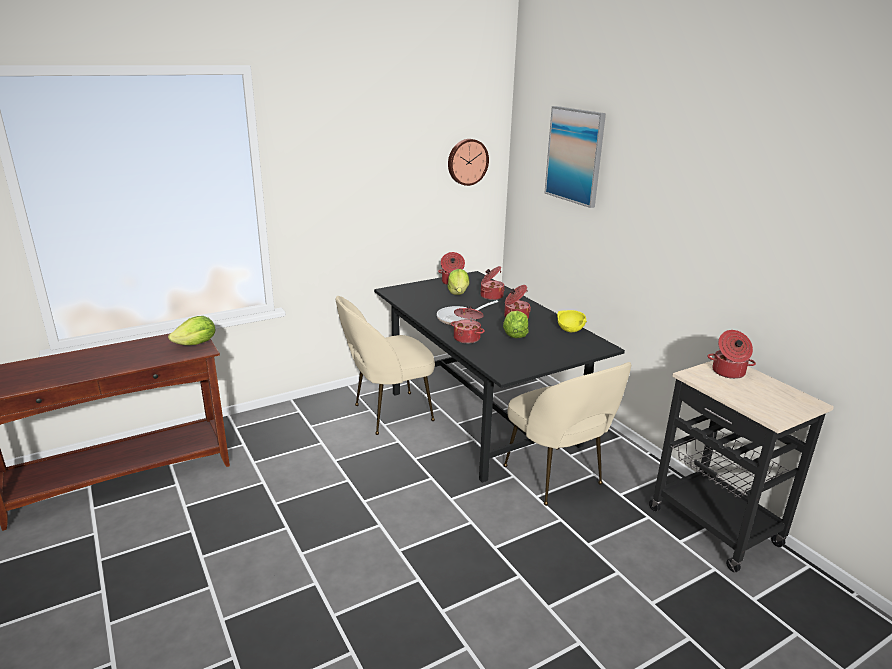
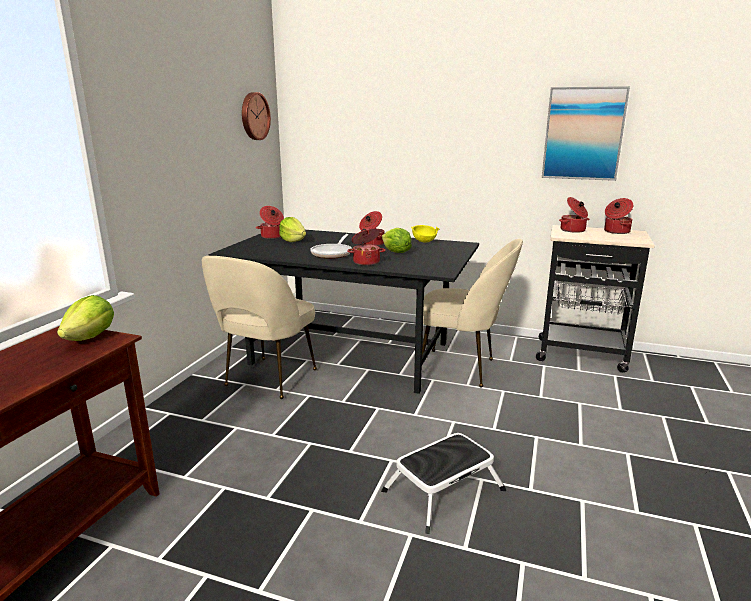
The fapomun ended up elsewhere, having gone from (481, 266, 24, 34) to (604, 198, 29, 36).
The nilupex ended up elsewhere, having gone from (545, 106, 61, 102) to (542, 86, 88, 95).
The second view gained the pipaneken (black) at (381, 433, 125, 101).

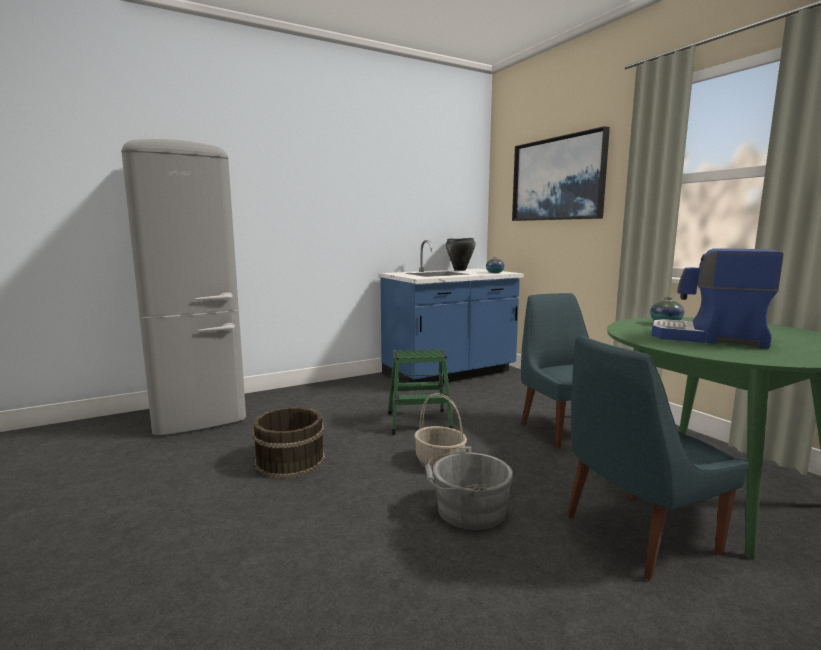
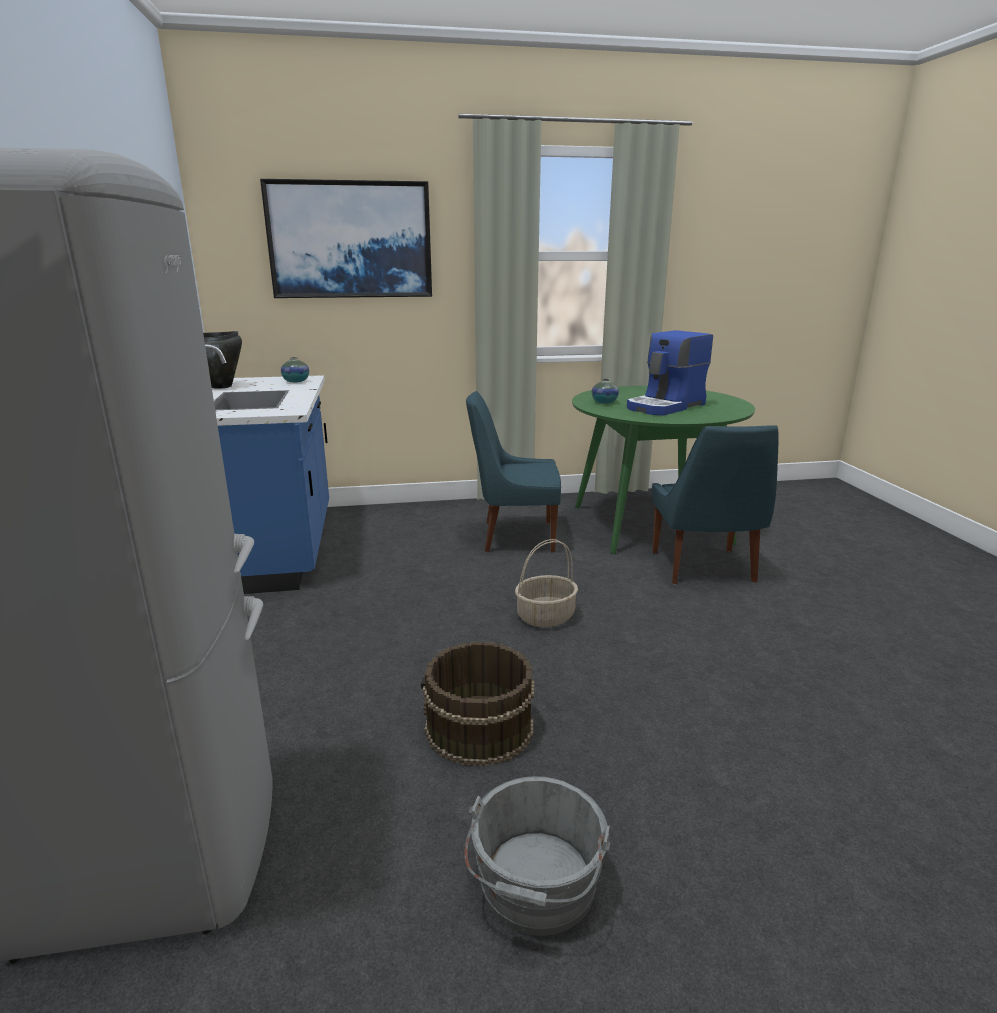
The second view lost the pipaneken (green) at (388, 349, 66, 86).
The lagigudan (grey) ended up elsewhere, having gone from (425, 446, 88, 84) to (464, 776, 146, 160).

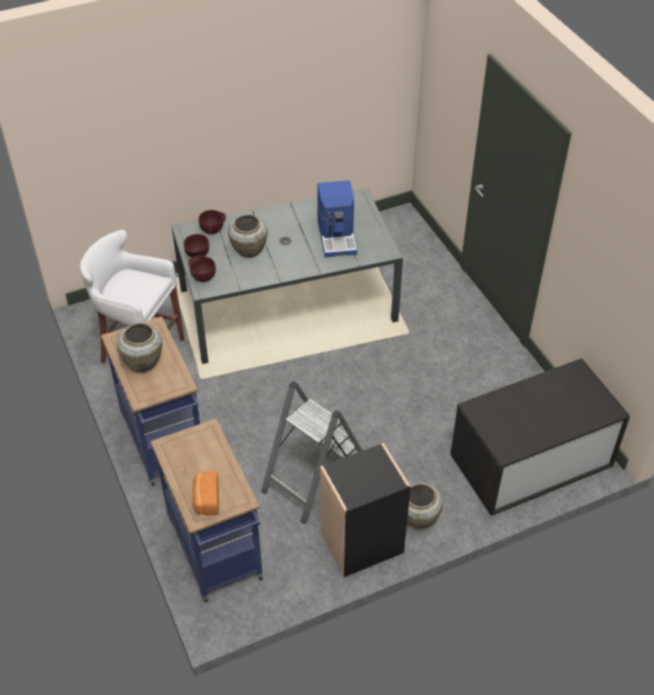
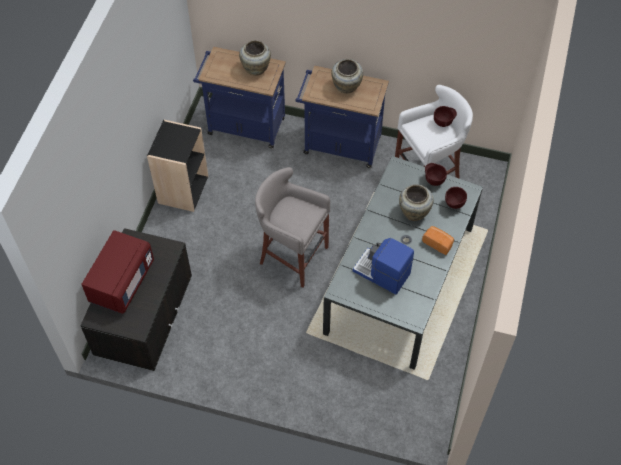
The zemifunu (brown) ended up elsewhere, having gone from (188, 256, 28, 26) to (434, 106, 23, 21).
The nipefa ended up elsewhere, having gone from (193, 471, 26, 44) to (422, 226, 32, 29).
The second view lost the pipaneken (grey) at (261, 381, 102, 143).
The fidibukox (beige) ended up elsewhere, having gone from (407, 482, 36, 47) to (239, 40, 32, 36).
The second view gained the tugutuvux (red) at (81, 230, 73, 84).
The second view gained the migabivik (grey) at (255, 167, 75, 120).

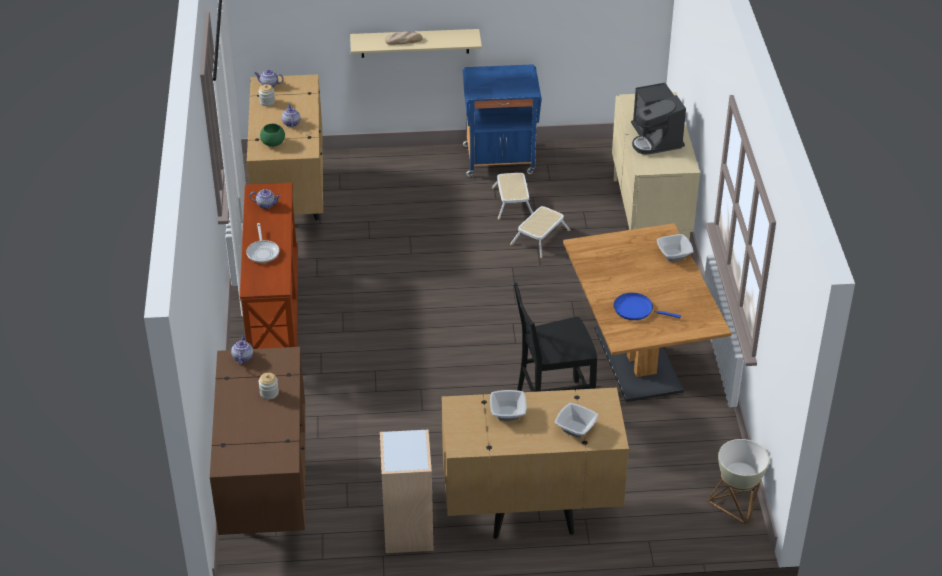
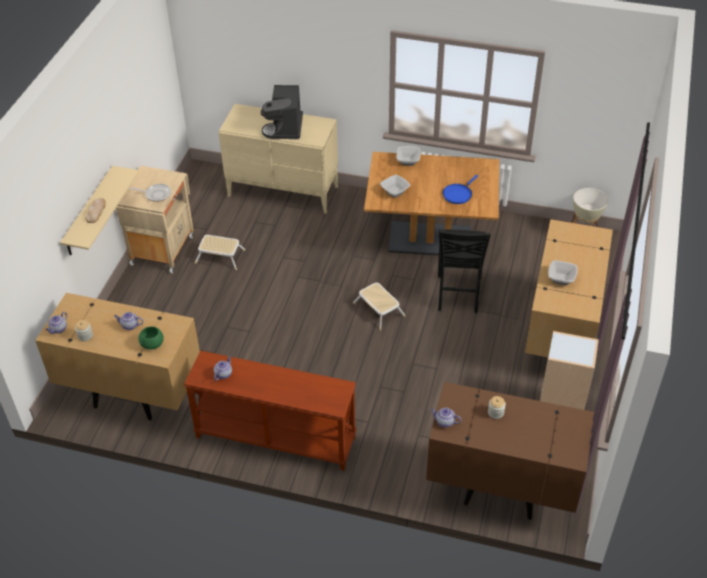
The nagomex ended up elsewhere, having gone from (246, 223, 33, 40) to (129, 184, 42, 18).
What was the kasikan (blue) at (463, 64, 79, 113) turned into the kasikan (beige) at (116, 166, 78, 107).
The pipaneken (beige) ended up elsewhere, having gone from (510, 206, 61, 52) to (353, 283, 53, 47).
The zemifunu ended up elsewhere, having gone from (555, 403, 43, 35) to (380, 175, 31, 23).
The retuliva at (631, 83, 55, 72) ended up facing another way, 90 degrees clockwise from before.

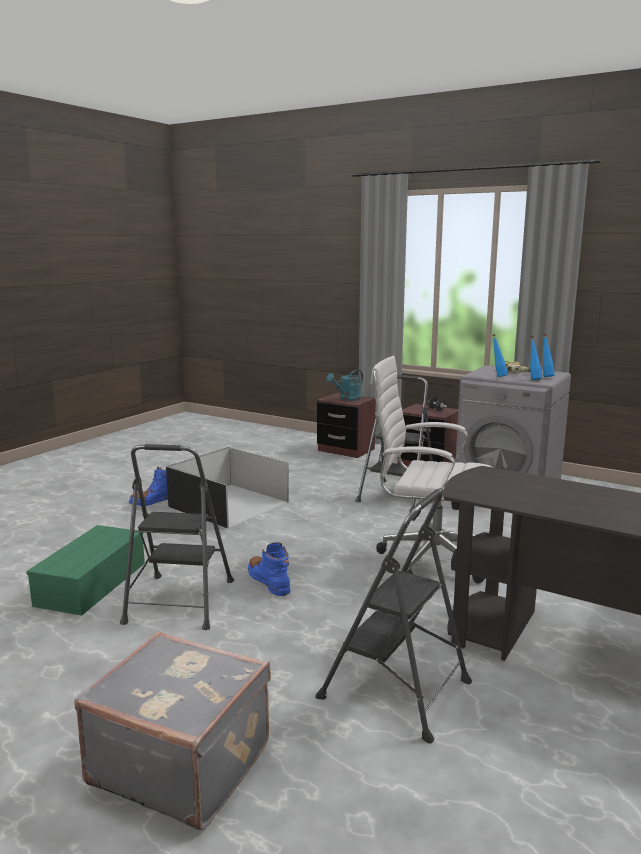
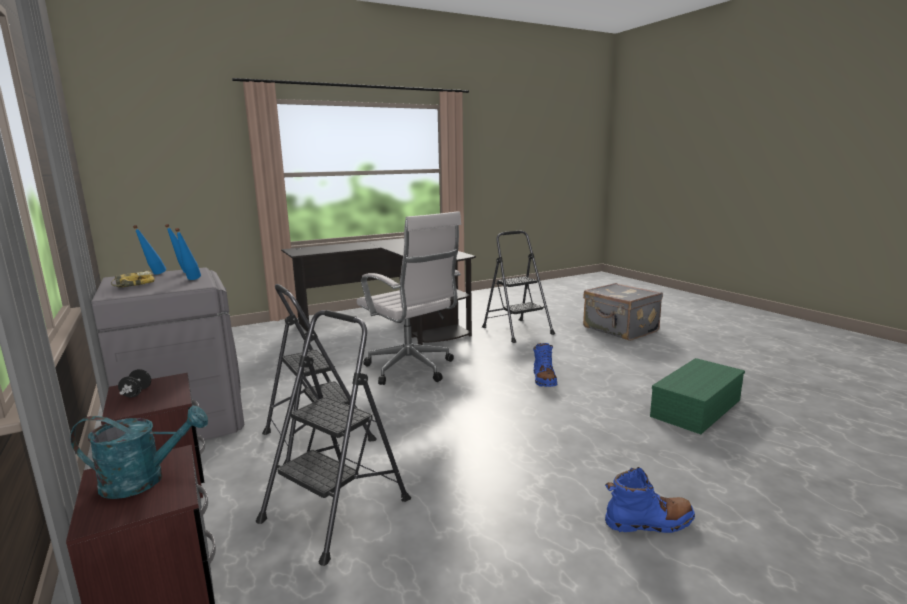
The pipaneken (black) ended up elsewhere, having gone from (120, 444, 114, 186) to (256, 310, 155, 256).
The second view lost the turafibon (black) at (166, 447, 123, 81).

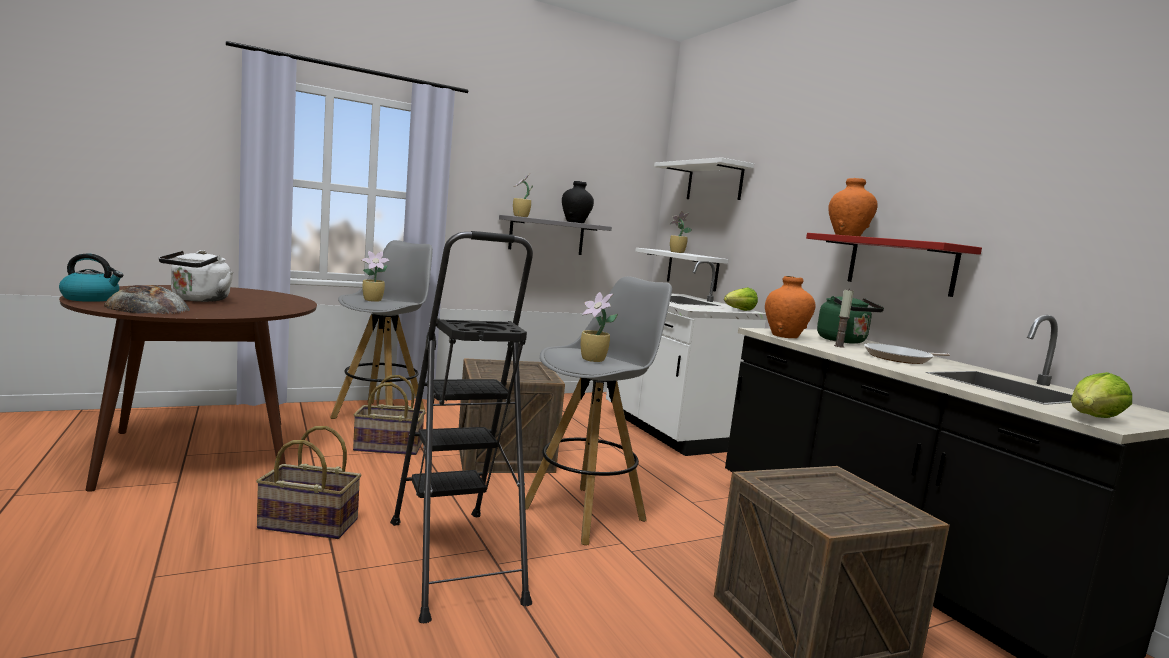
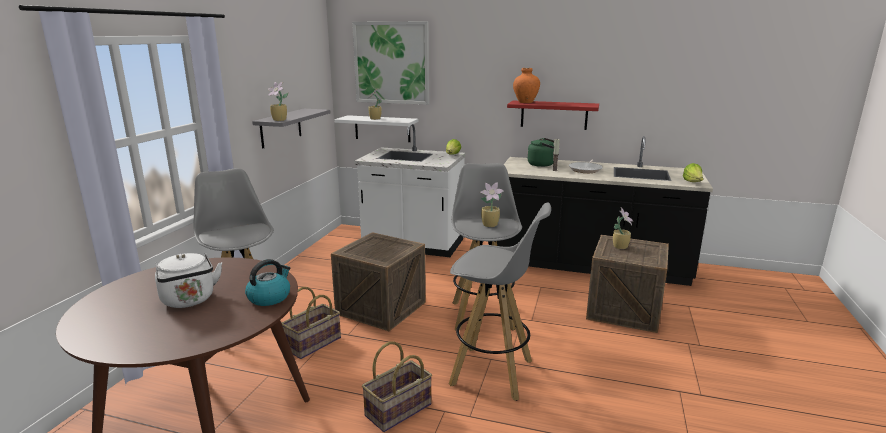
The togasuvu ended up elsewhere, having gone from (59, 254, 65, 48) to (245, 259, 46, 47).
The second view lost the nipefa at (104, 285, 86, 29).
The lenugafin ended up elsewhere, having gone from (362, 251, 28, 51) to (613, 207, 20, 42).
Where the pipaneken stood at (390, 231, 143, 392), the migabivik (grey) came to stand at (449, 202, 102, 199).
The second view lost the fidibukox (black) at (562, 181, 32, 42).
Where the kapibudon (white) hung at (654, 157, 100, 43), the nilupex came to hang at (352, 21, 77, 84).
The second view lost the fidibukox (orange) at (765, 276, 51, 62).

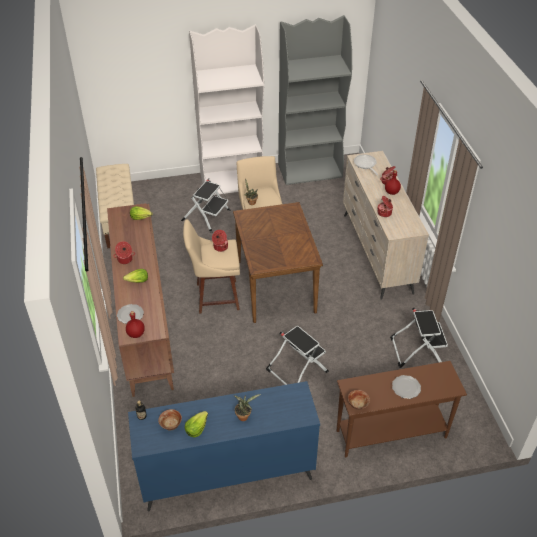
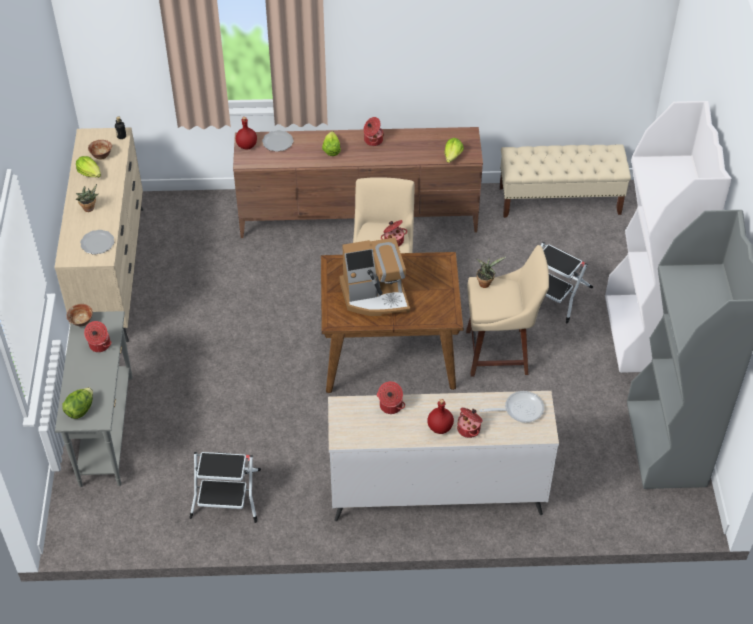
What was the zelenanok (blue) at (128, 381, 192, 130) turned into the zelenanok (beige) at (54, 127, 89, 215).
The second view lost the pipaneken at (266, 326, 63, 59).
What was the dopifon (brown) at (337, 361, 130, 96) turned into the dopifon (grey) at (55, 311, 78, 176).
The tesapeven ended up elsewhere, having gone from (392, 375, 29, 24) to (80, 230, 34, 25).
The second view gained the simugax at (62, 387, 31, 32).
The second view gained the fapomun at (84, 321, 27, 31).
The second view gained the retuliva at (340, 237, 70, 79).

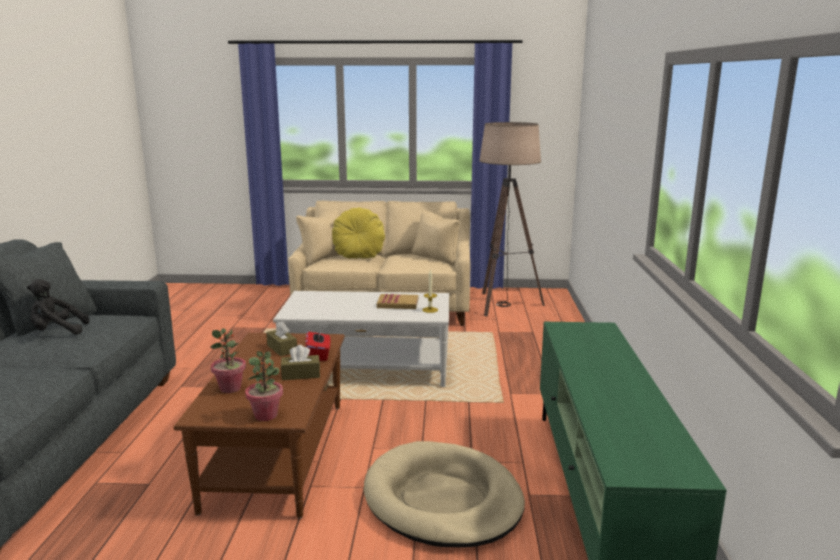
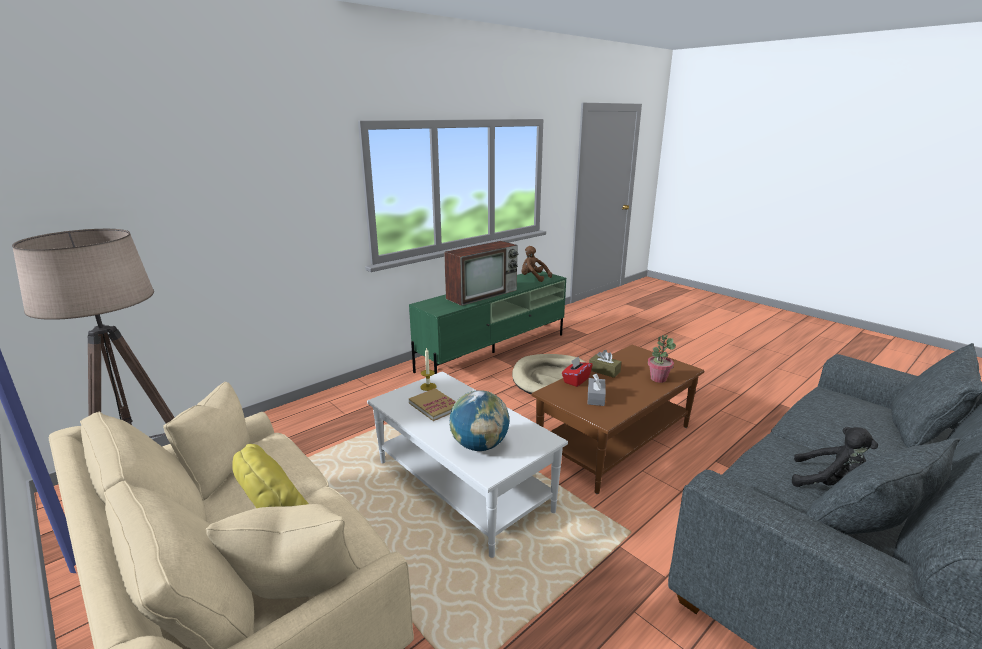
The second view lost the lenugafin at (245, 351, 38, 70).
What was the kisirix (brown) at (266, 321, 31, 35) turned into the kisirix (grey) at (588, 374, 18, 32).
The second view gained the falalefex at (444, 241, 75, 65).
The second view gained the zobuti at (449, 390, 60, 61).
The second view gained the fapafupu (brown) at (521, 246, 31, 36).

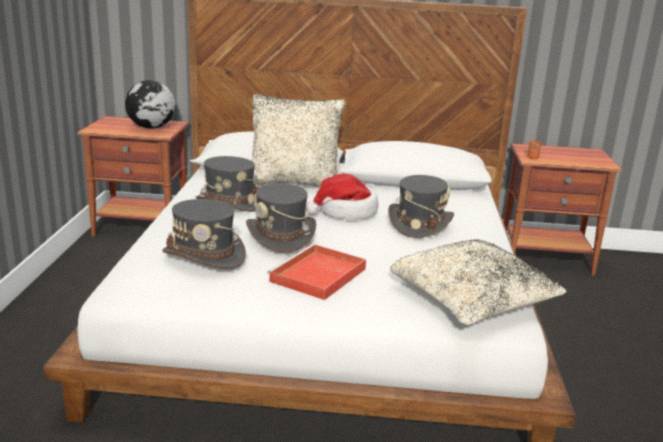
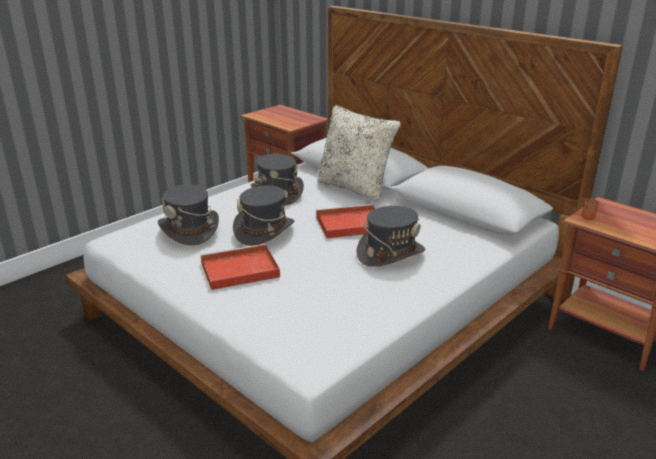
The second view lost the zobuti at (125, 80, 50, 48).
Where the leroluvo stood at (306, 174, 73, 46), the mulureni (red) came to stand at (316, 204, 60, 35).
The second view lost the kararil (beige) at (390, 239, 177, 86).

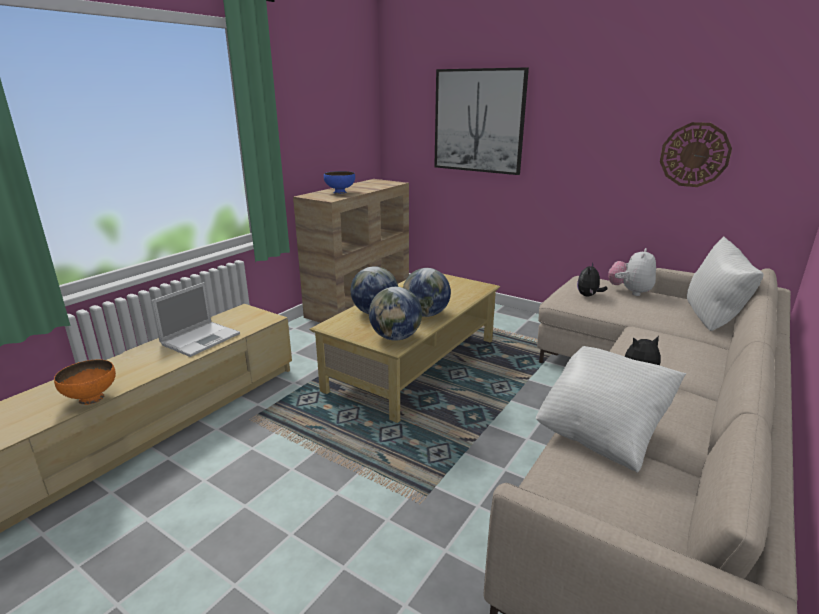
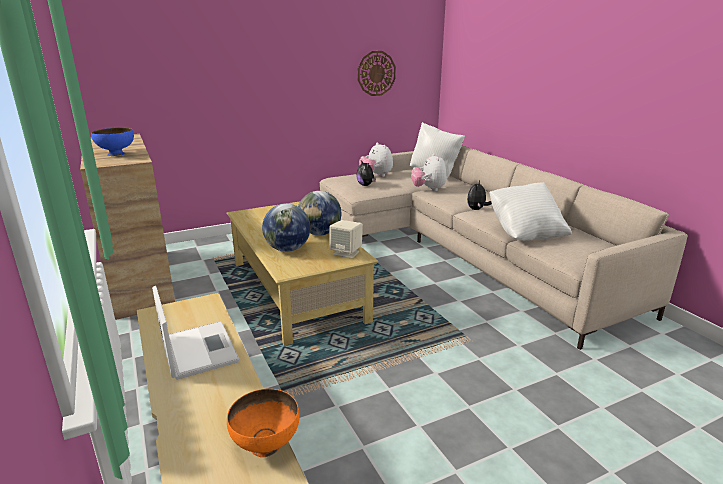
Where the zobuti stood at (369, 287, 53, 54), the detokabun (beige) came to stand at (329, 220, 34, 39).
The second view lost the nilupex at (434, 67, 95, 108).
The second view gained the fapafupu at (411, 153, 36, 38).

